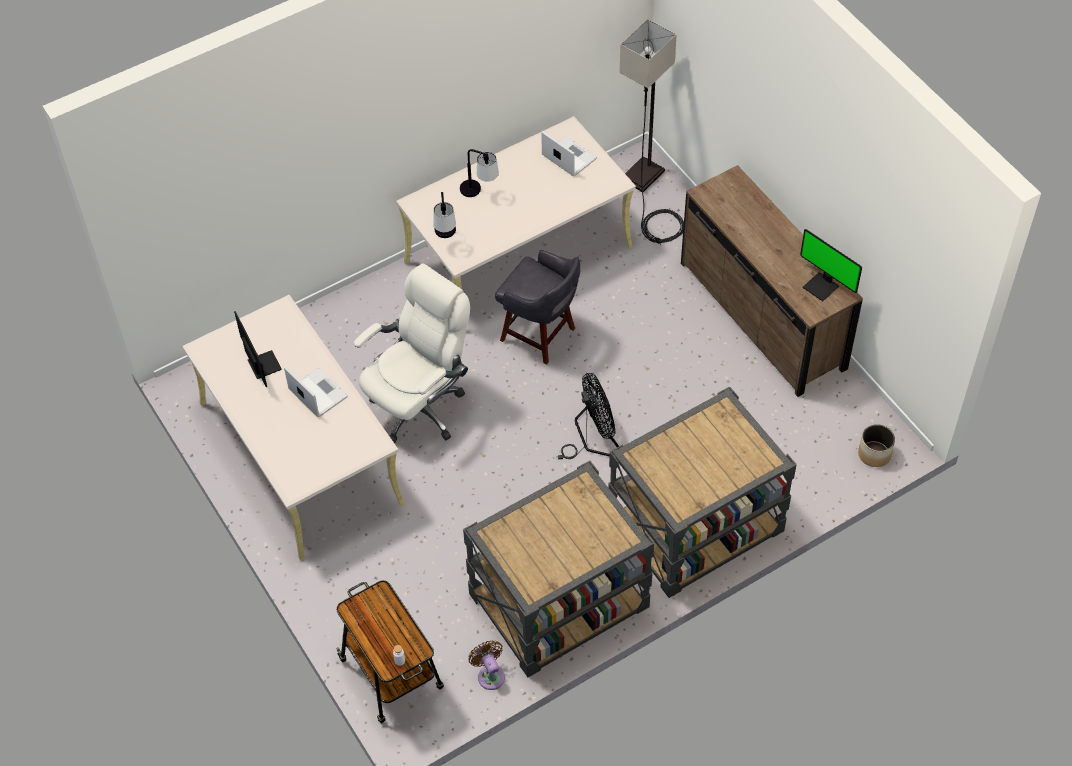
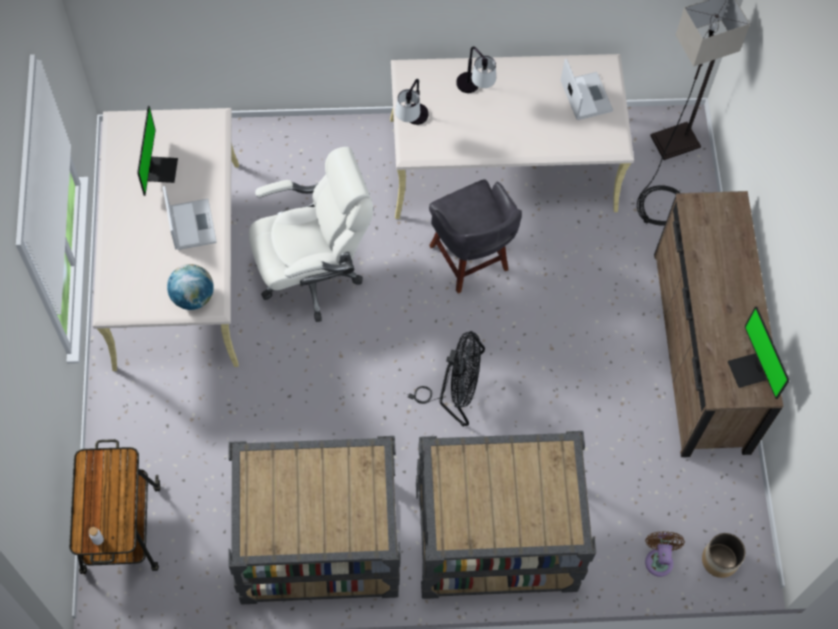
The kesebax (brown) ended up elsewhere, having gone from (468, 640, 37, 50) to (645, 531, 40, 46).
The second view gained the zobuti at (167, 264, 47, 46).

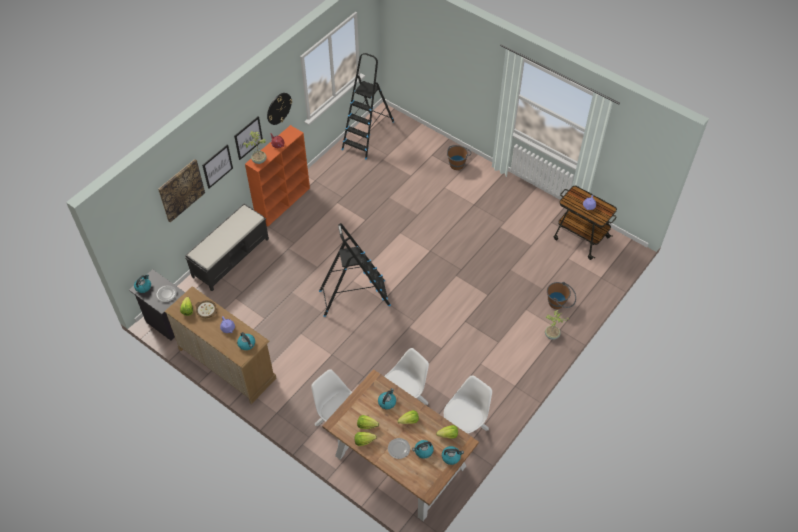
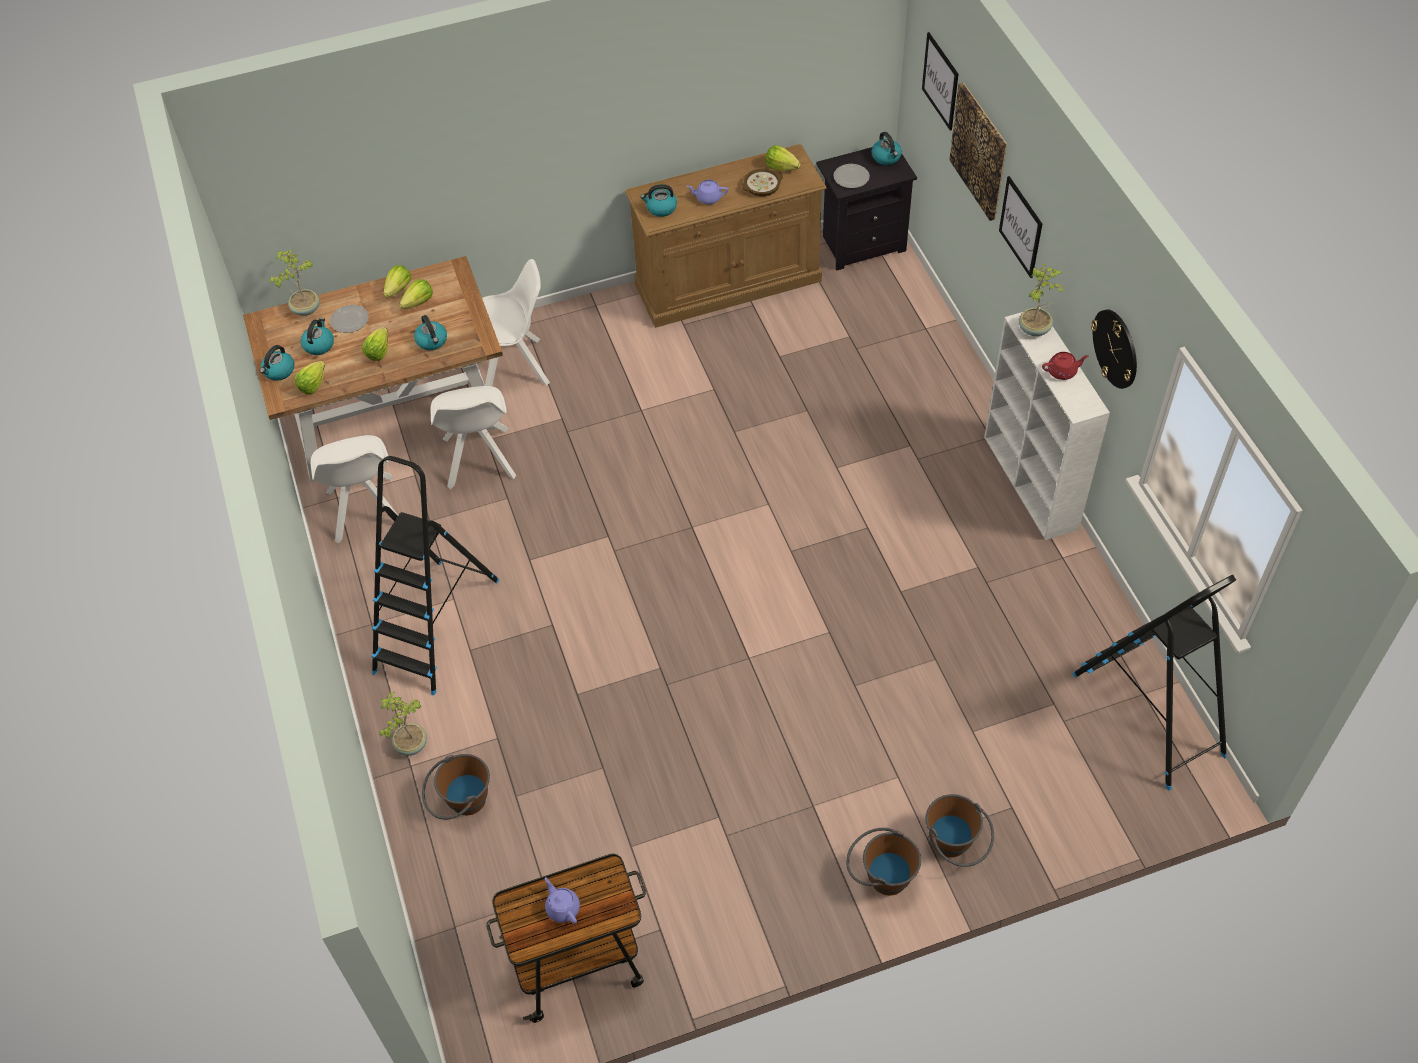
The second view lost the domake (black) at (185, 203, 84, 88).
The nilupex ended up elsewhere, having gone from (234, 116, 29, 44) to (922, 32, 36, 99).
What was the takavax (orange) at (245, 125, 65, 102) turned into the takavax (white) at (984, 307, 126, 233).
The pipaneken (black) ended up elsewhere, having gone from (319, 223, 72, 94) to (371, 456, 128, 239).
The second view gained the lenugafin at (270, 250, 50, 66).
The second view gained the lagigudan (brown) at (846, 828, 75, 67).

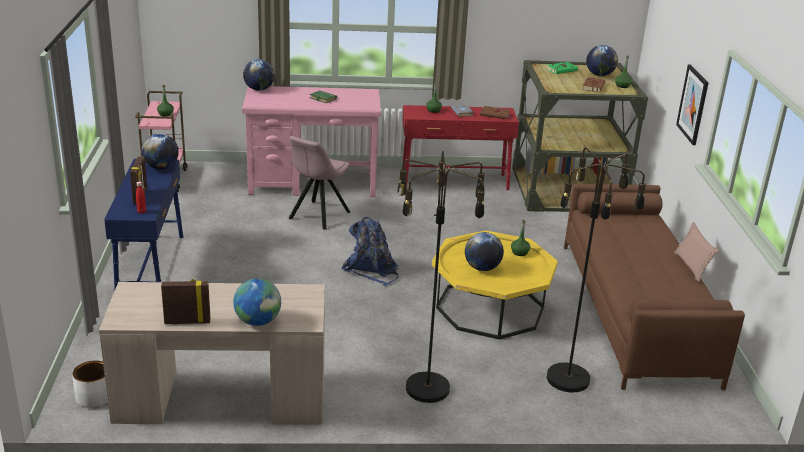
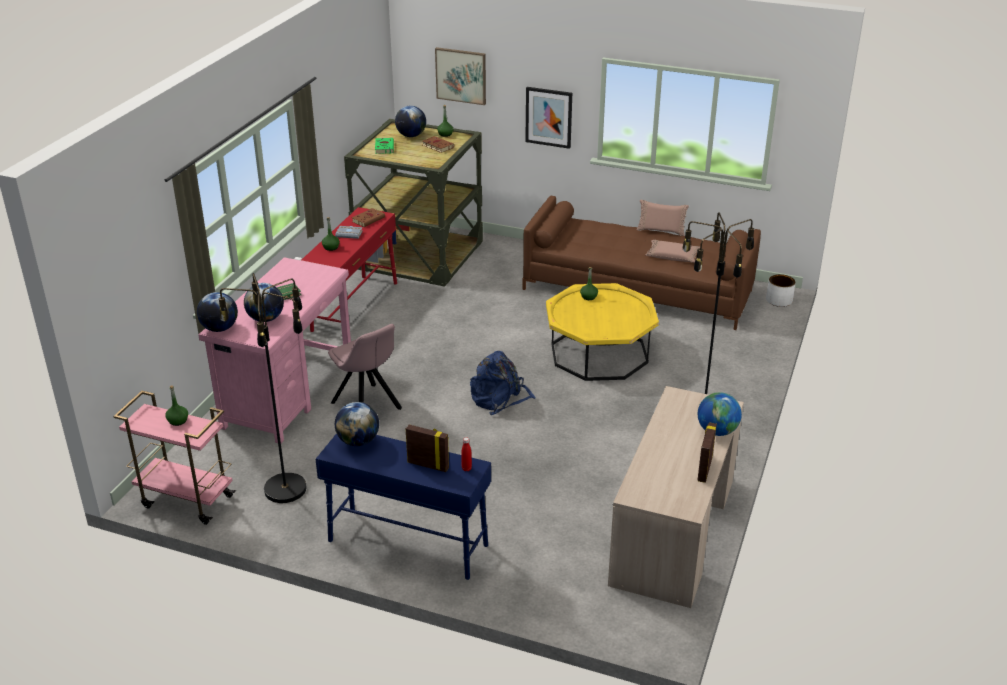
The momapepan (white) ended up elsewhere, having gone from (72, 361, 36, 47) to (766, 274, 30, 33).
The zobuti ended up elsewhere, having gone from (465, 232, 39, 39) to (244, 283, 40, 39).
The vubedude ended up elsewhere, having gone from (547, 147, 99, 246) to (219, 273, 88, 230).
The second view gained the nilupex at (435, 47, 51, 58).
The second view gained the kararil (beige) at (645, 239, 55, 24).

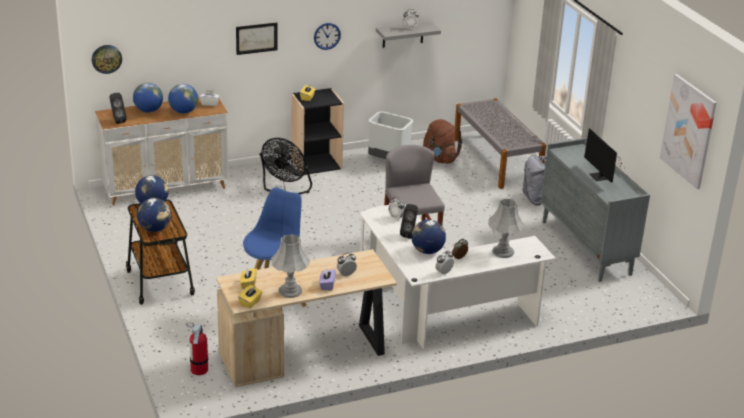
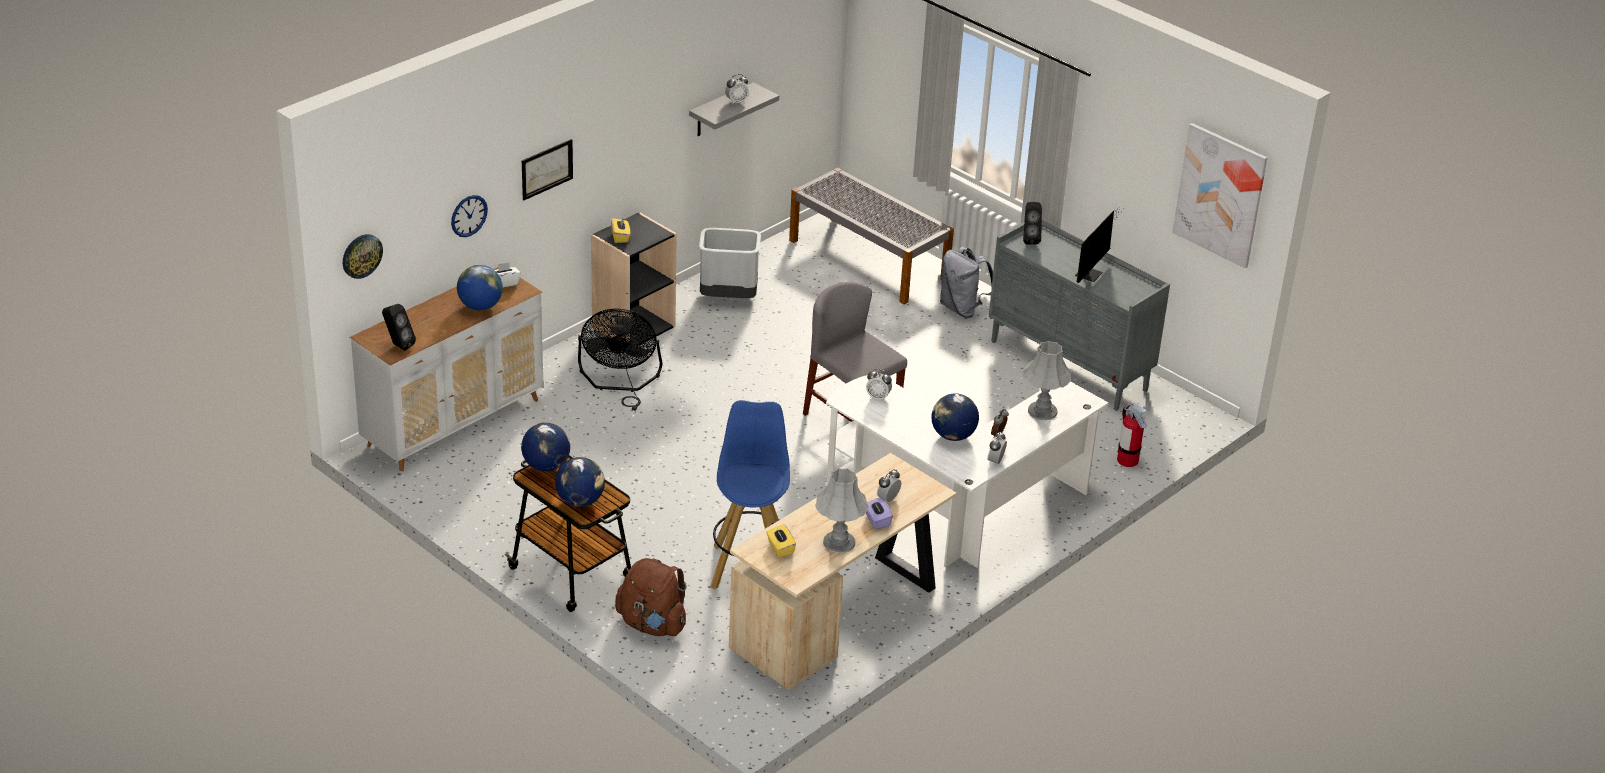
The second view lost the zobuti at (133, 83, 30, 30).
The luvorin ended up elsewhere, having gone from (186, 322, 22, 53) to (1117, 404, 31, 63).
The second view lost the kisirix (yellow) at (238, 285, 25, 23).
The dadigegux ended up elsewhere, having gone from (314, 23, 27, 27) to (451, 195, 37, 42).
The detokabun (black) ended up elsewhere, having gone from (400, 204, 18, 35) to (1023, 202, 19, 42).
The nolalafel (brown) ended up elsewhere, having gone from (423, 119, 40, 45) to (615, 558, 72, 78).
The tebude at (584, 128, 41, 55) ended up facing another way, 105 degrees counterclockwise from before.

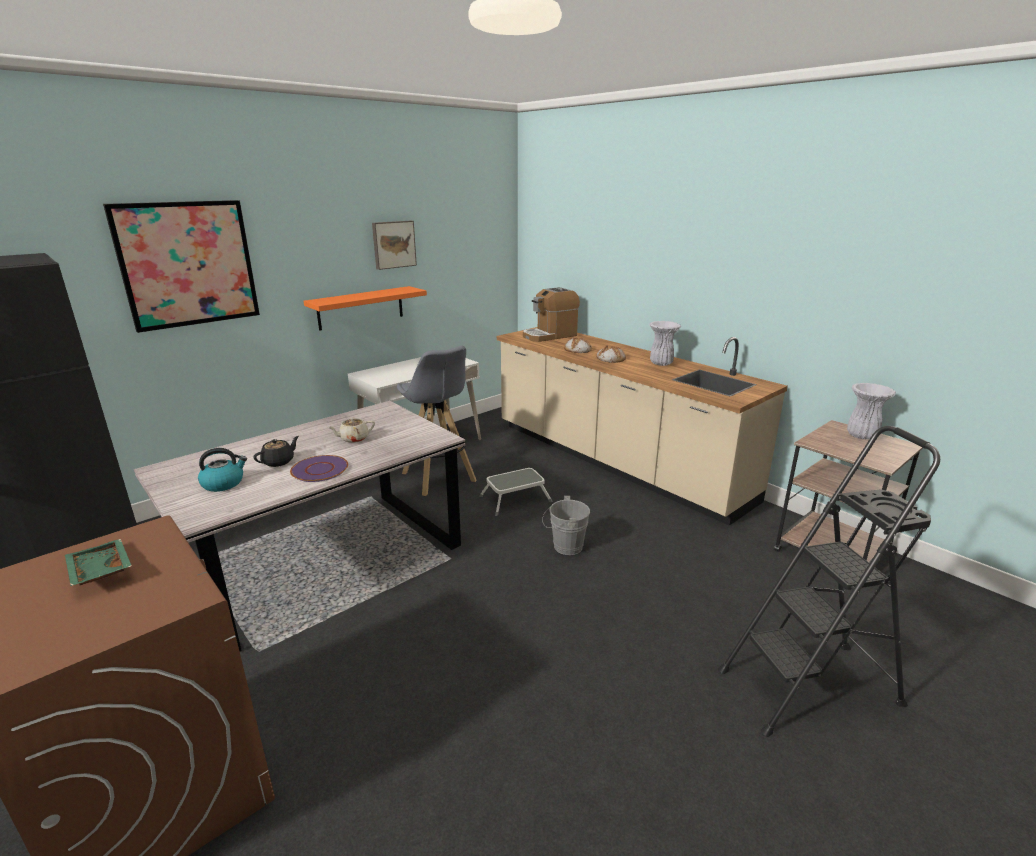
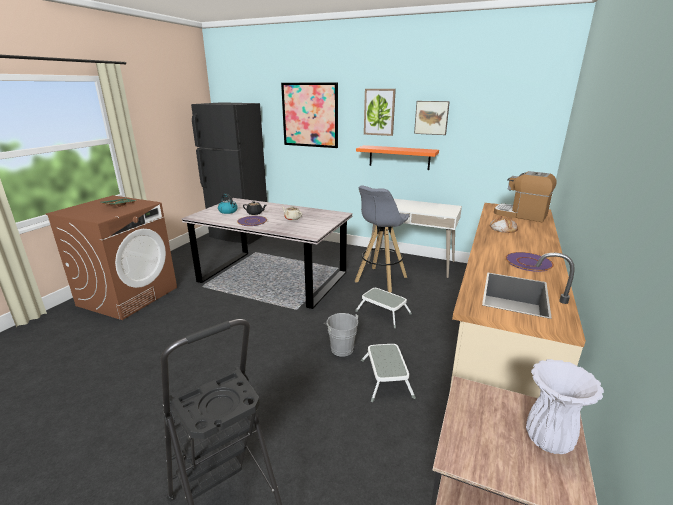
The second view lost the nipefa at (596, 345, 30, 18).
Where the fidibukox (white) stood at (649, 321, 32, 45), the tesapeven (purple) came to stand at (505, 252, 49, 20).
The second view gained the pipaneken (grey) at (361, 344, 55, 58).
The second view gained the nilupex at (364, 89, 32, 47).

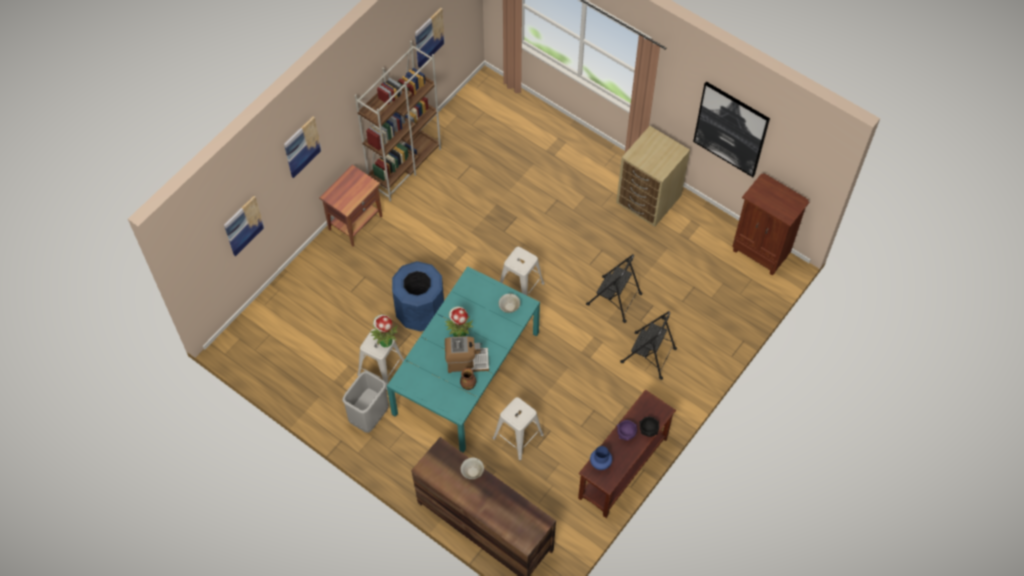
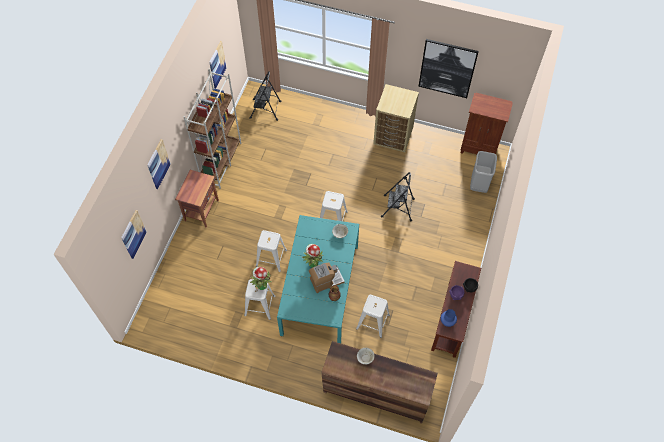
The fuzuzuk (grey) ended up elsewhere, having gone from (342, 371, 47, 62) to (470, 151, 27, 42).
Where the fuzuzuk (blue) stood at (392, 261, 52, 70), the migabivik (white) came to stand at (256, 230, 31, 42).
The pipaneken (black) ended up elsewhere, having gone from (620, 311, 57, 69) to (249, 72, 32, 49).

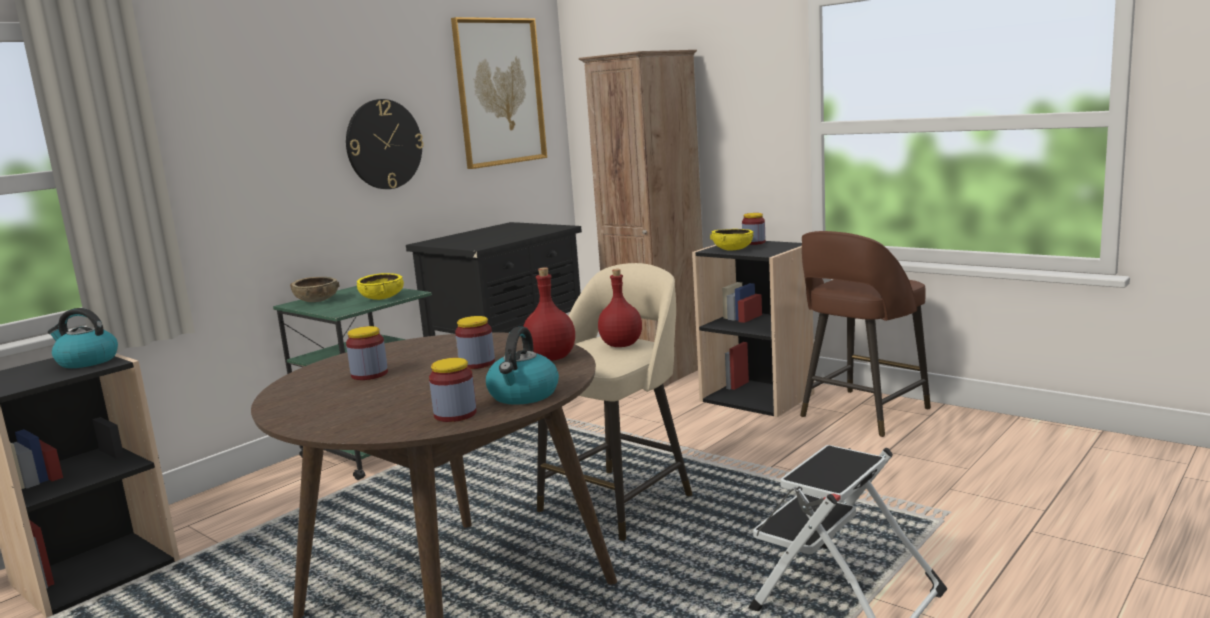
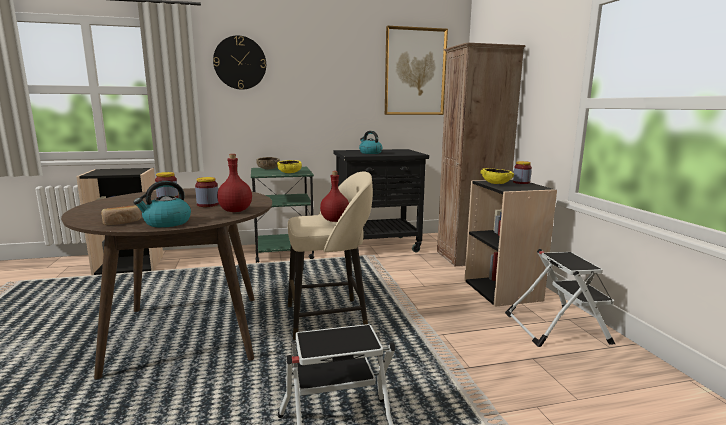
The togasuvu ended up elsewhere, having gone from (48, 308, 70, 60) to (359, 131, 23, 23).
The dadigegux ended up elsewhere, having gone from (346, 99, 78, 90) to (213, 36, 53, 54).
Where the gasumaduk stood at (429, 358, 48, 64), the nipefa came to stand at (101, 206, 40, 19).
Where the migabivik (brown) stood at (800, 231, 131, 206), the pipaneken came to stand at (505, 249, 110, 98).

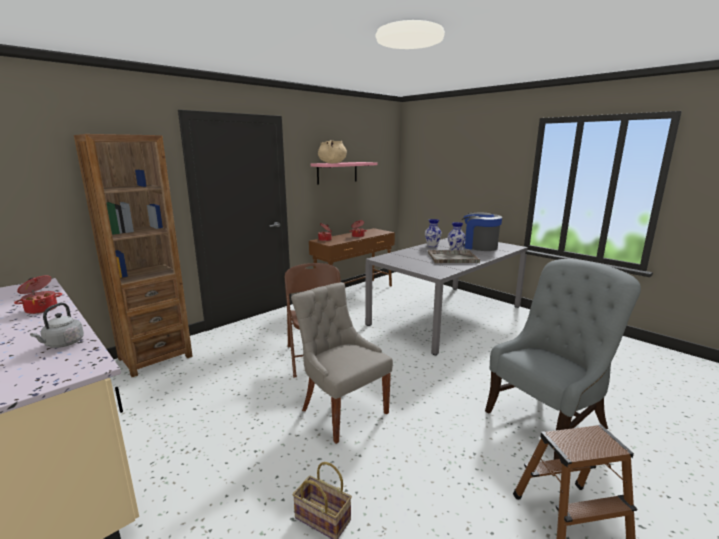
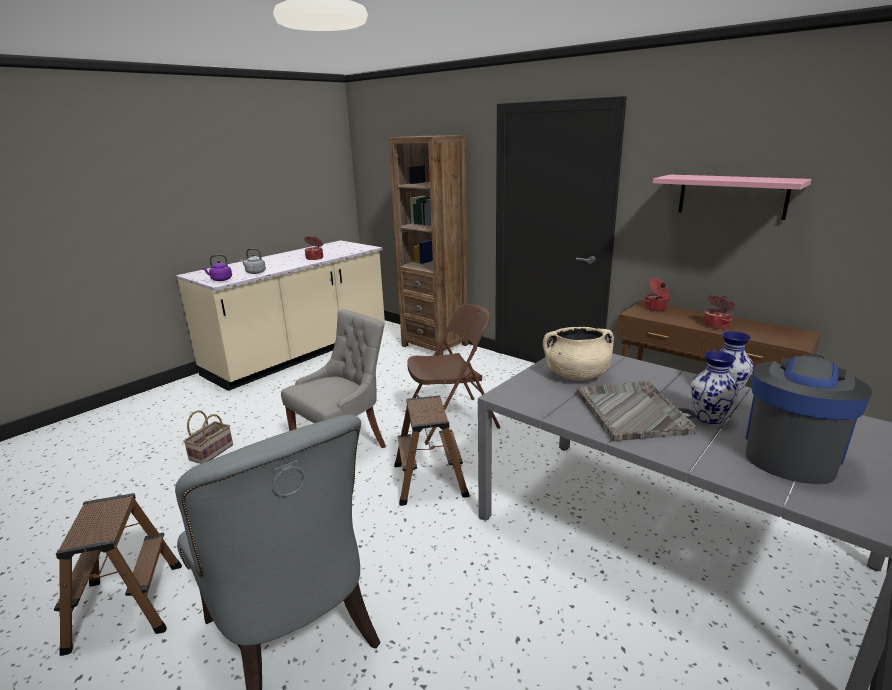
The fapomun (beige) ended up elsewhere, having gone from (318, 140, 29, 23) to (543, 327, 71, 54).
The second view gained the togasuvu (purple) at (202, 254, 30, 27).
The second view gained the pipaneken (brown) at (394, 395, 76, 111).

